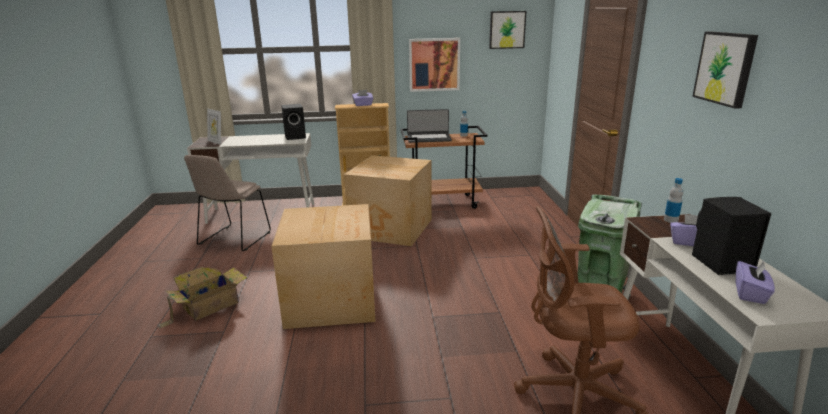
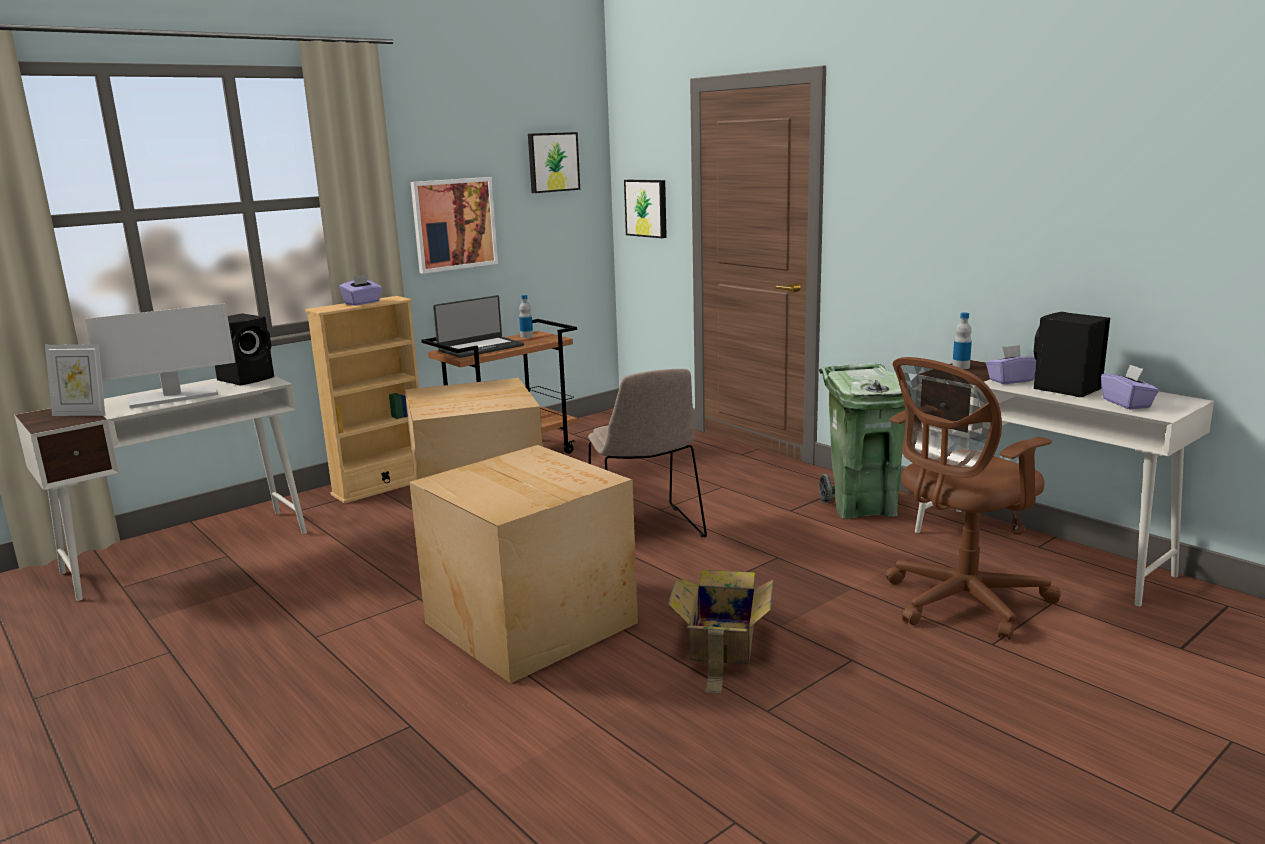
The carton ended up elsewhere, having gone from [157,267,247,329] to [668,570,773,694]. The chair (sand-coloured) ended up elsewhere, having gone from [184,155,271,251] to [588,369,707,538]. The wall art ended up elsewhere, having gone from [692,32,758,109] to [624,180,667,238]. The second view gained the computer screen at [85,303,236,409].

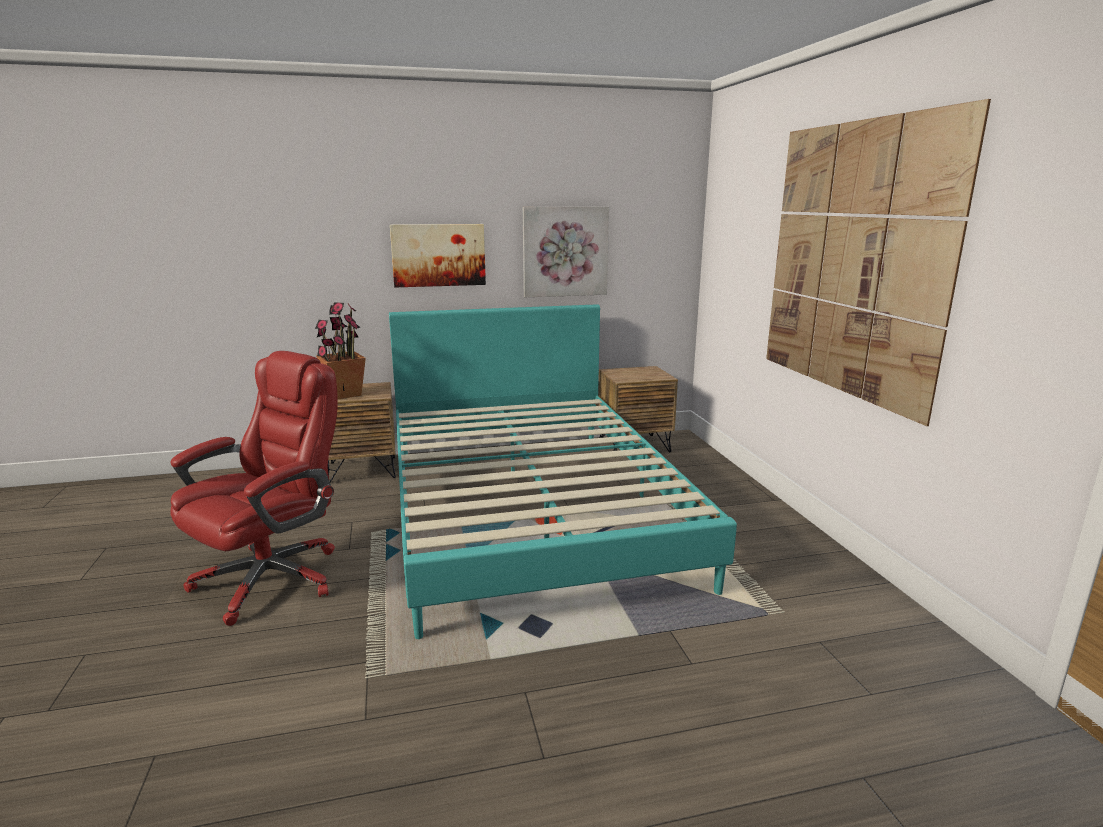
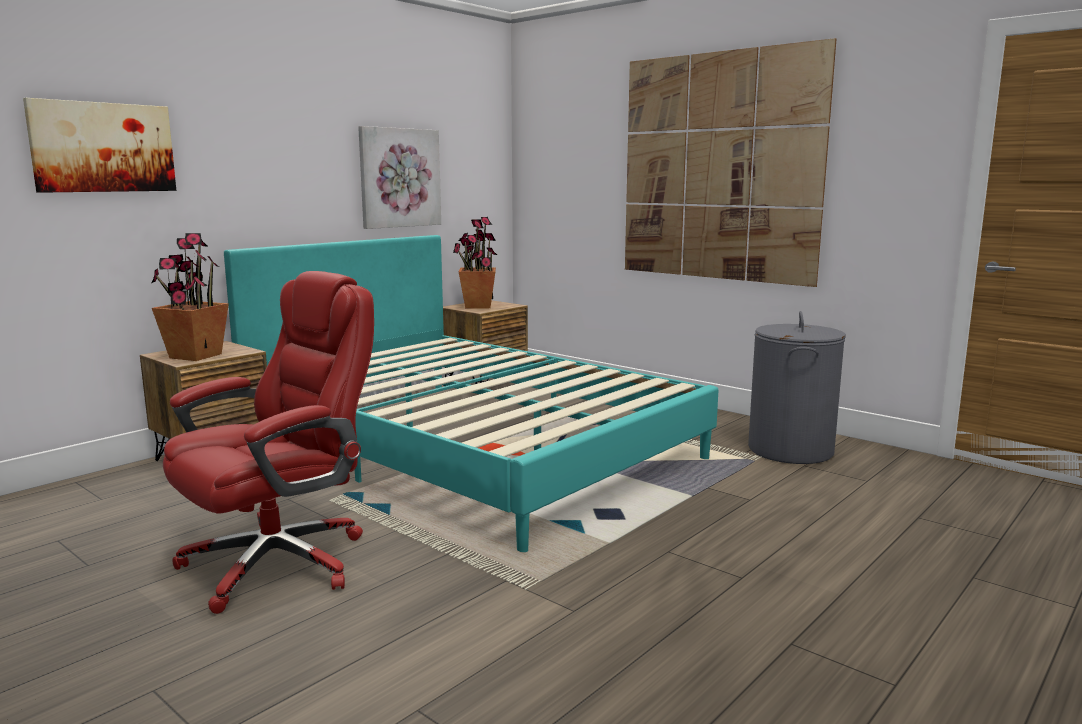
The office chair (reddish) at [170,351,338,626] ended up facing another way, 45 degrees clockwise from before. The wall art ended up elsewhere, having gone from [390,224,486,288] to [23,98,176,193]. The second view gained the potted plant at [453,217,497,309]. The second view gained the washing basket (gray) at [748,311,846,464].

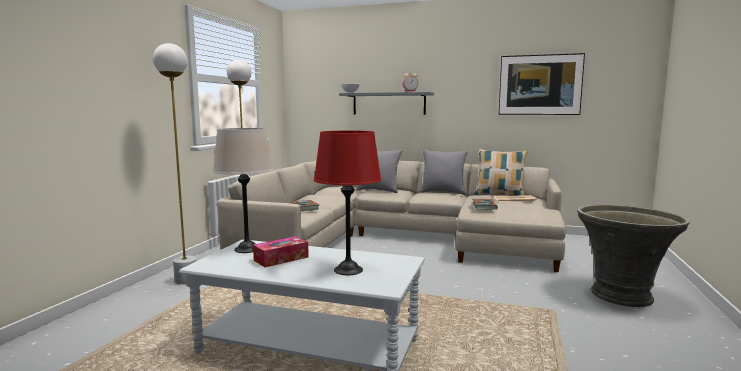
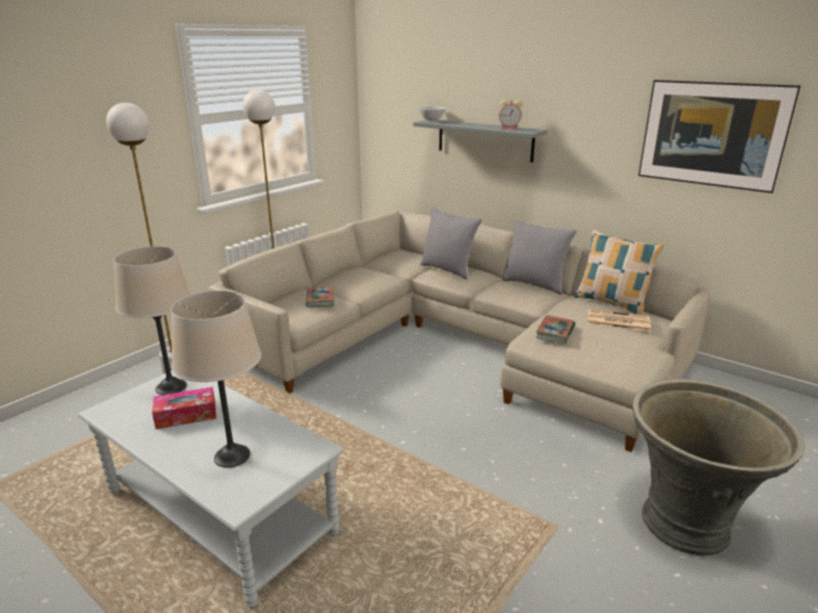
What was the lamp for a table (reddish) at [314,131,381,275] turned into the lamp for a table (sand-coloured) at [171,290,261,468].

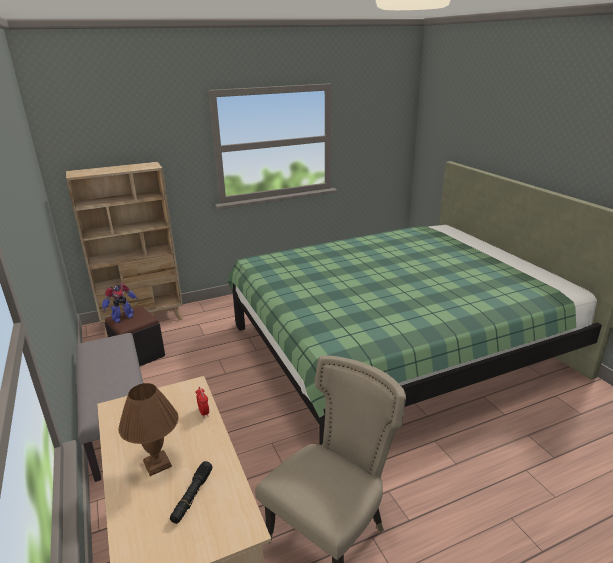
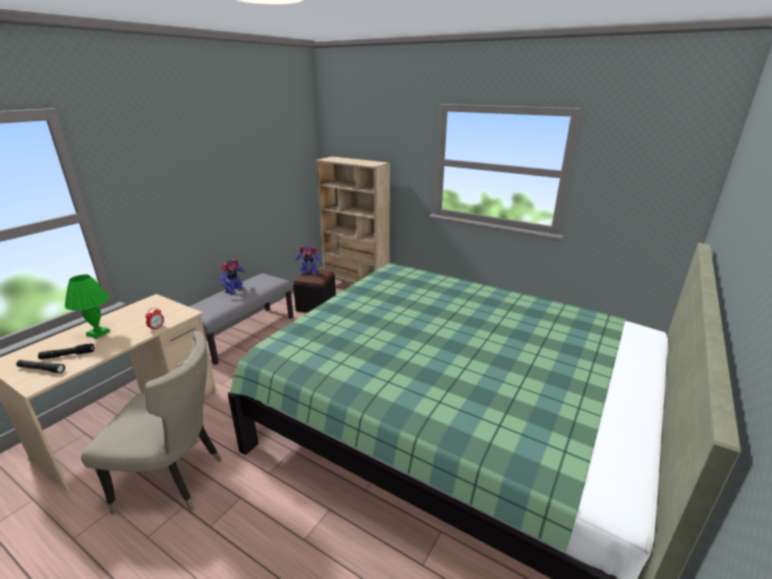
What was the lamp for a table (brown-coloured) at [118,383,179,476] turned into the lamp for a table (greenish) at [65,274,110,339]. The second view gained the flashlight (black-coloured) at [16,360,65,373]. The second view gained the toy robot at [220,259,245,294].

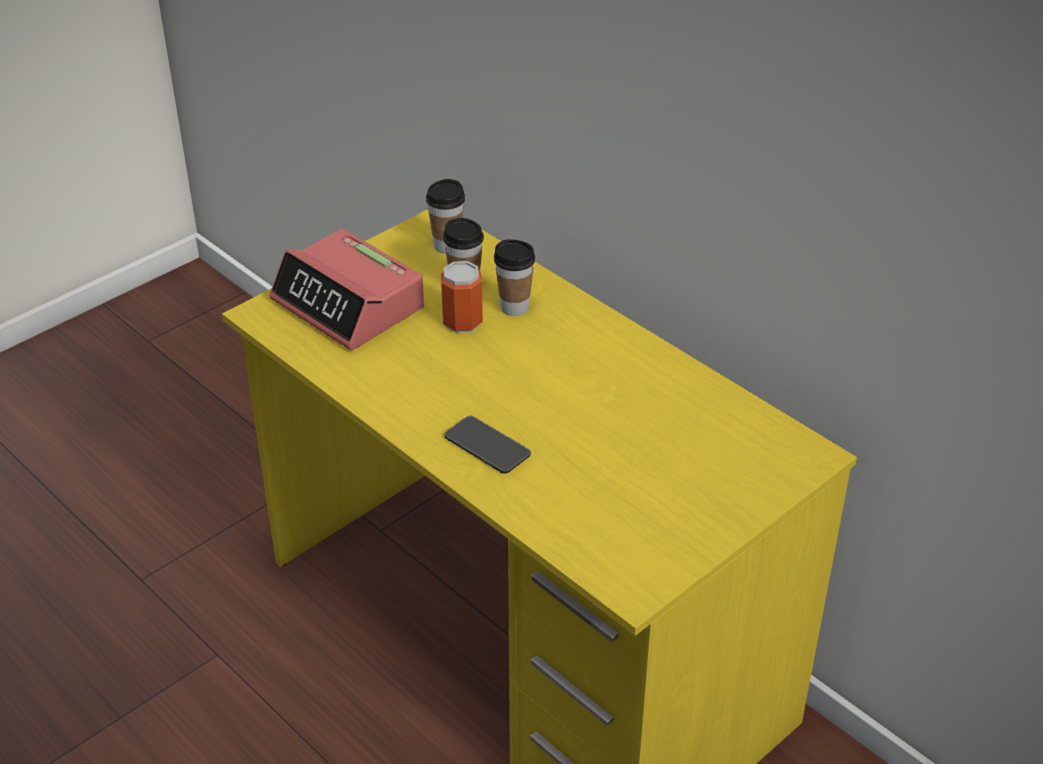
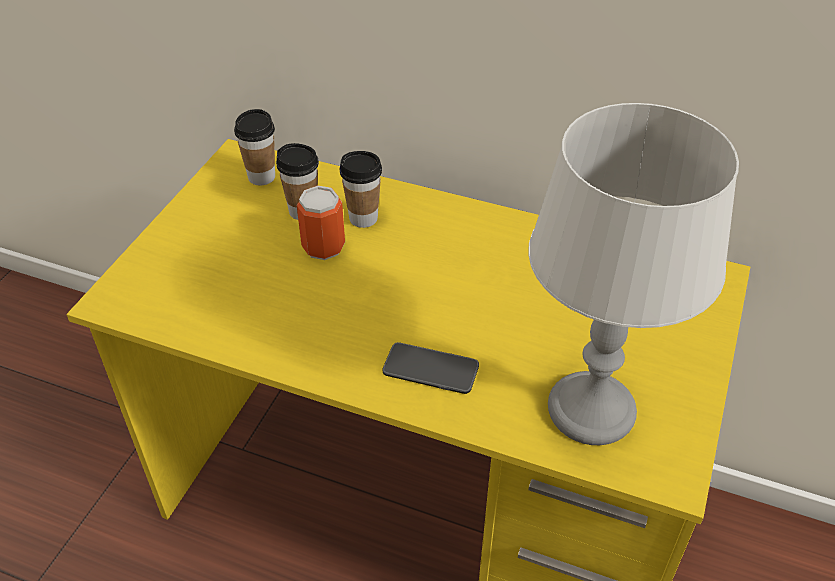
The second view lost the alarm clock at [270,229,424,350]. The second view gained the lamp for a table (gray) at [528,103,739,445].

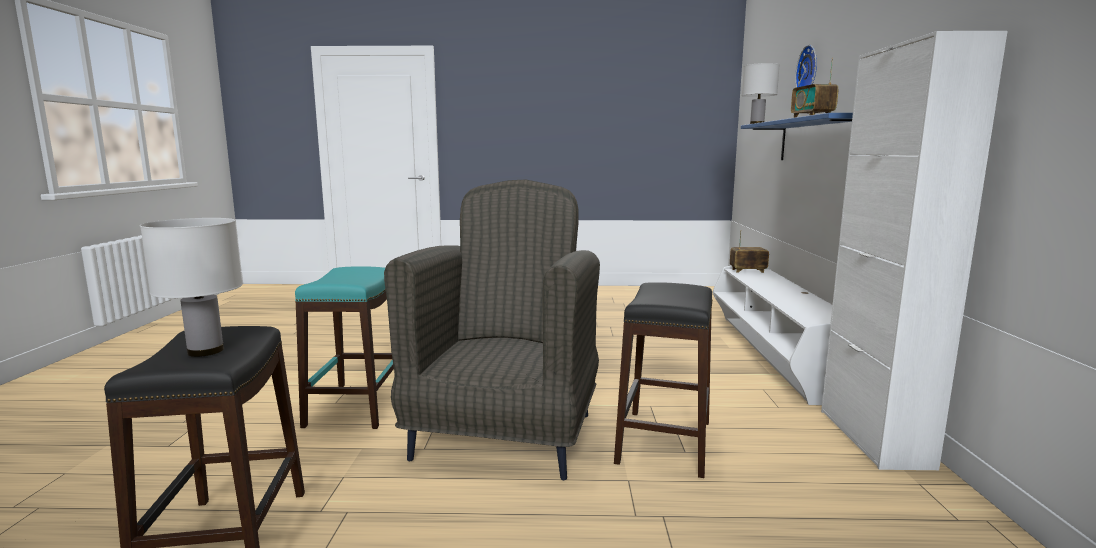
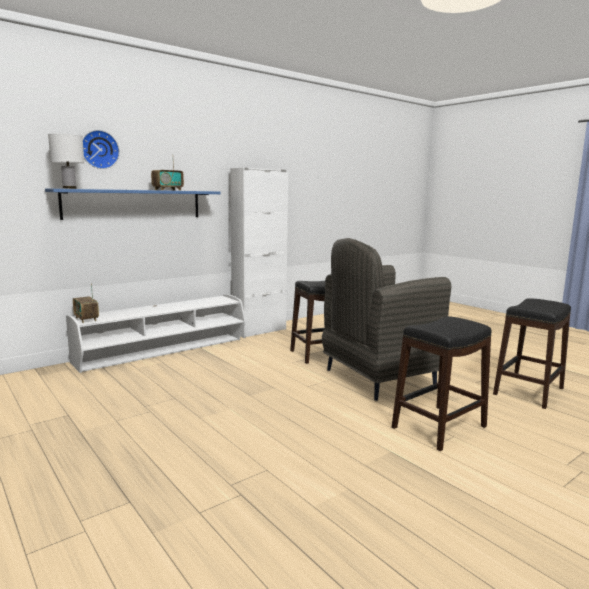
The second view lost the lamp for a table (white-coloured) at [140,218,243,357]. What was the stool (turquoise-coloured) at [295,266,394,429] turned into the stool (black-coloured) at [392,316,492,451].

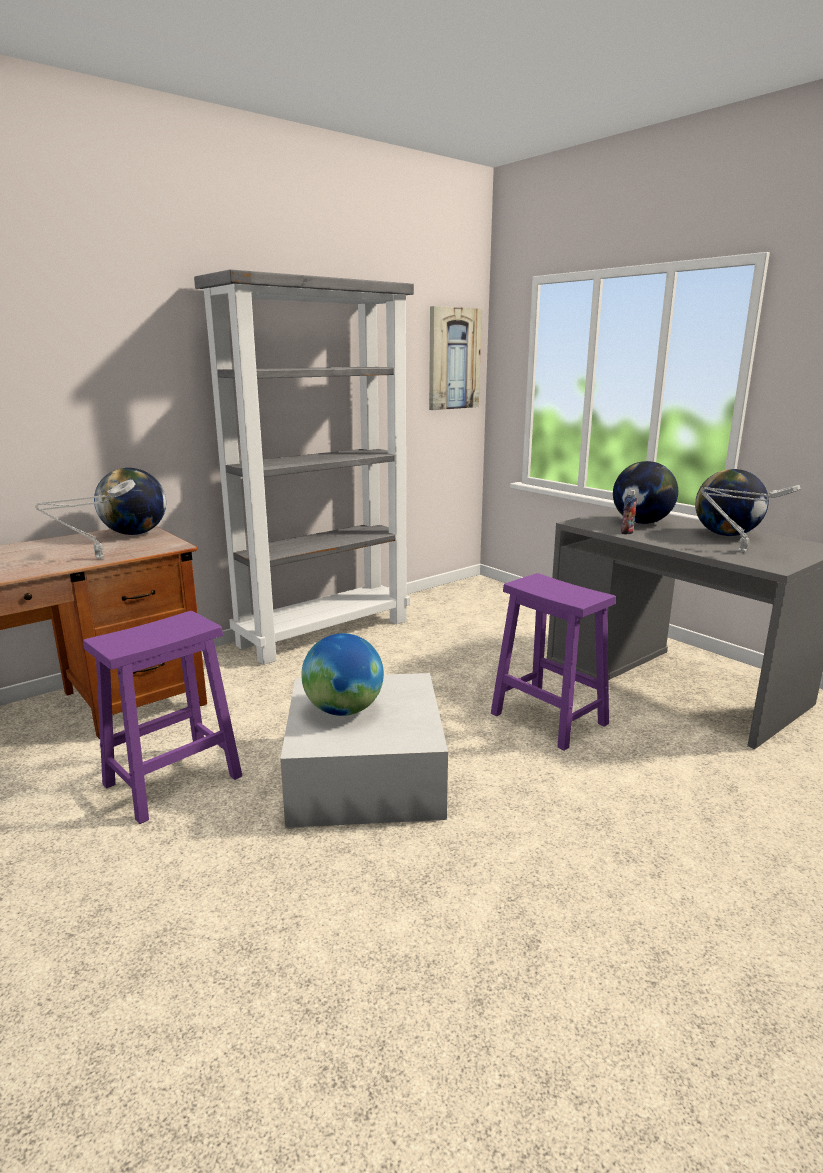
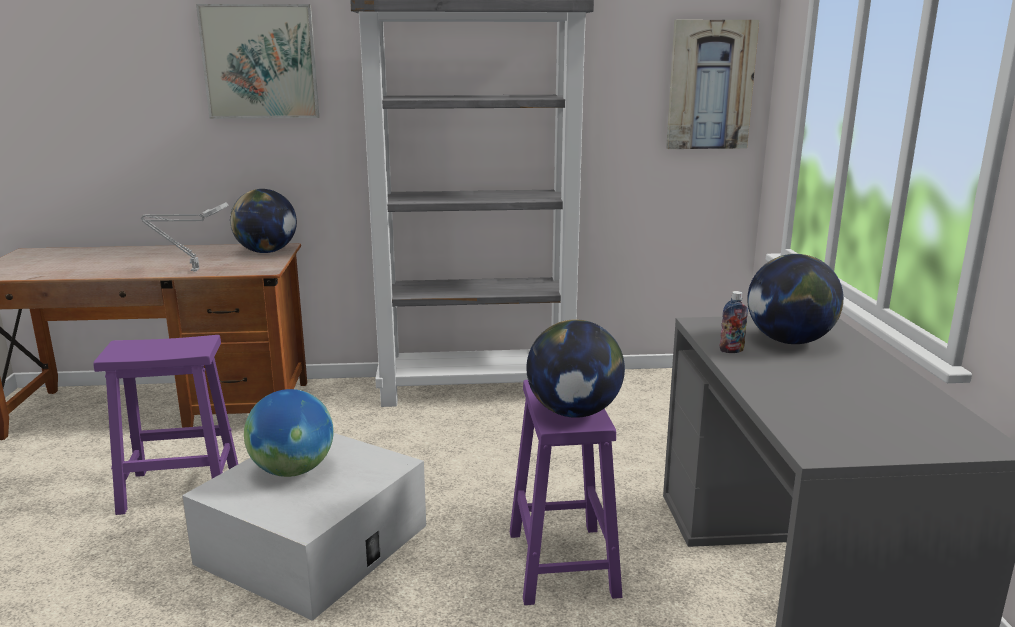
The globe ended up elsewhere, having gone from [695,469,769,536] to [526,319,625,418]. The second view lost the lamp for a table (gray) at [701,485,801,552]. The second view gained the wall art at [196,4,319,119].

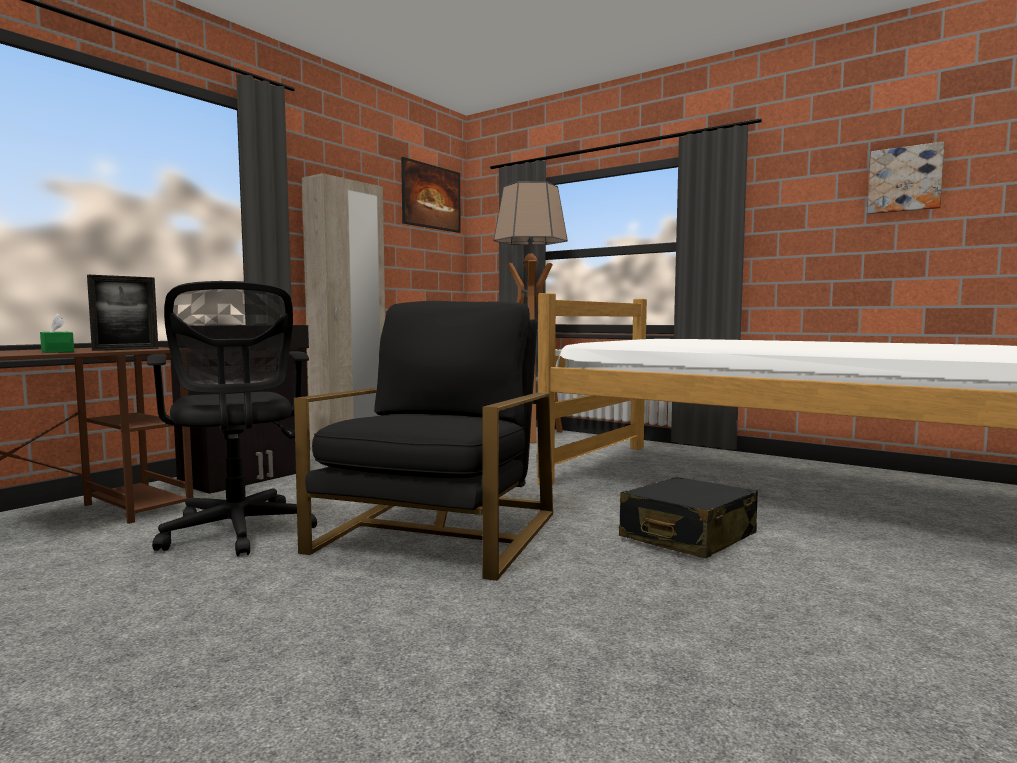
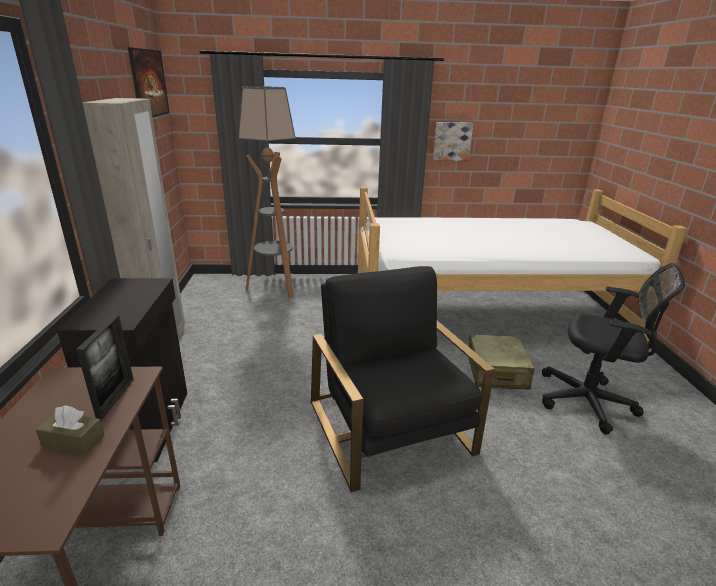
What was the tissue holder (greenish) at [40,313,74,353] turned into the tissue holder (brown-coloured) at [36,405,105,454]. The office chair (black-coloured) ended up elsewhere, having gone from [147,281,317,556] to [542,263,685,434]. What was the piece of luggage (black-coloured) at [619,477,758,558] turned into the piece of luggage (sand-coloured) at [468,334,535,390]. The wall art ended up elsewhere, having gone from [868,141,945,214] to [433,122,474,161].

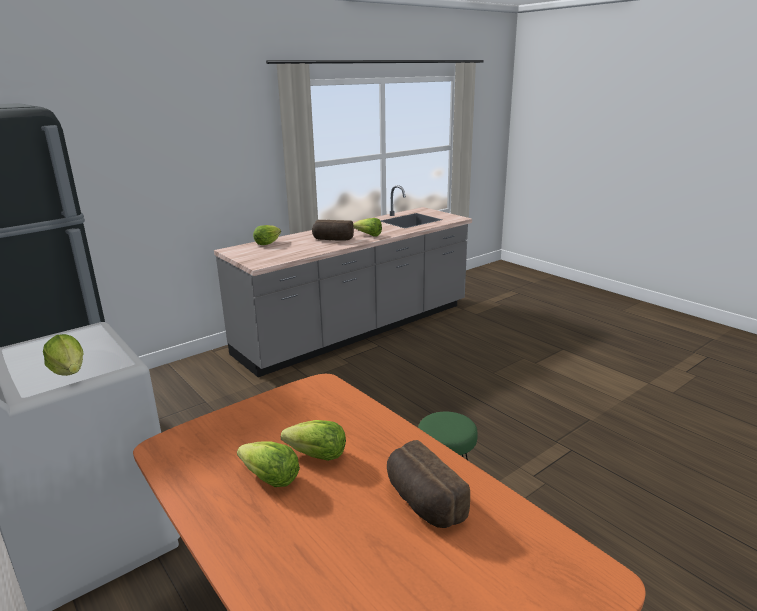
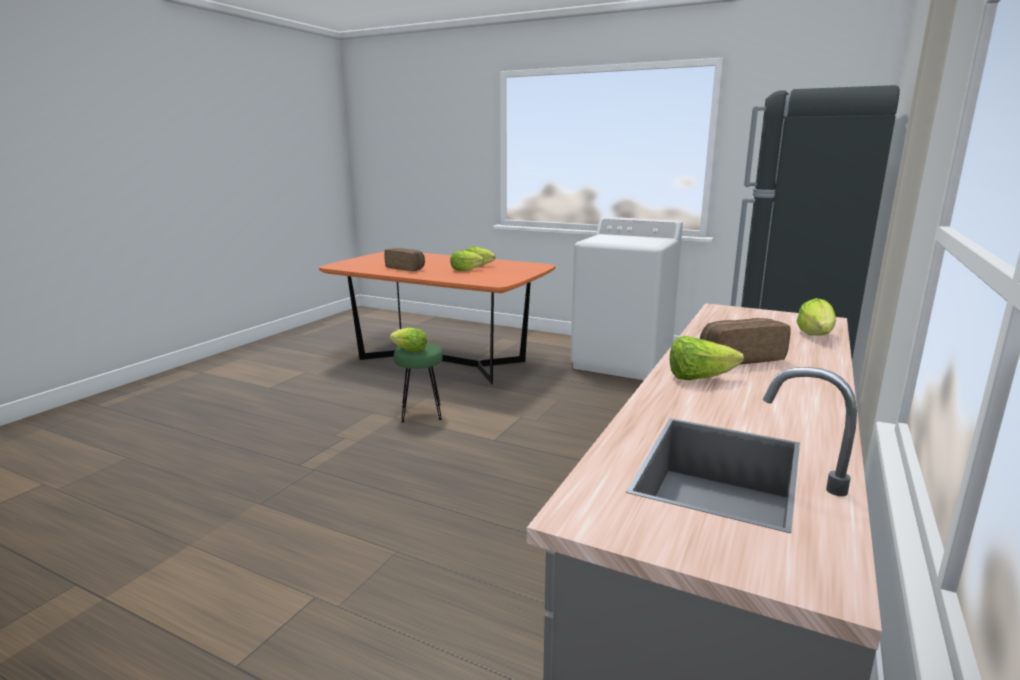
The lettuce ended up elsewhere, having gone from [43,334,84,376] to [390,328,427,352].

